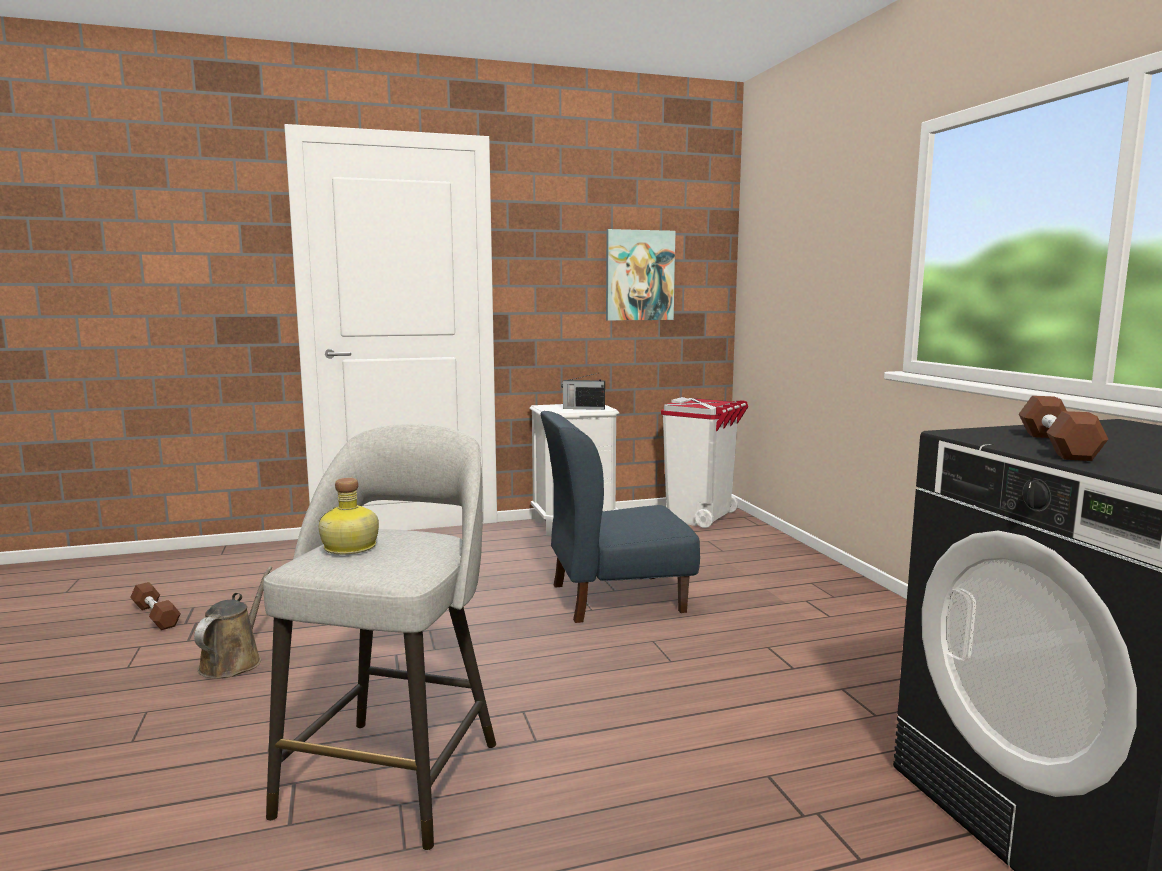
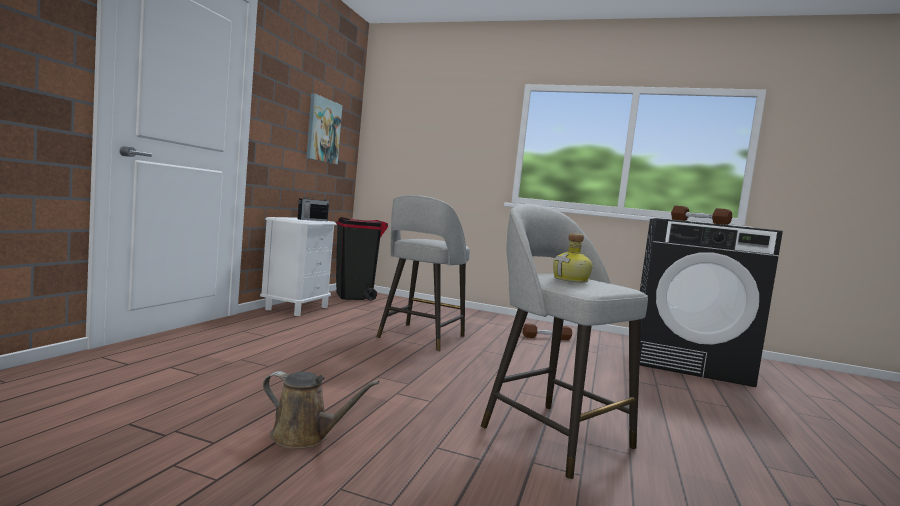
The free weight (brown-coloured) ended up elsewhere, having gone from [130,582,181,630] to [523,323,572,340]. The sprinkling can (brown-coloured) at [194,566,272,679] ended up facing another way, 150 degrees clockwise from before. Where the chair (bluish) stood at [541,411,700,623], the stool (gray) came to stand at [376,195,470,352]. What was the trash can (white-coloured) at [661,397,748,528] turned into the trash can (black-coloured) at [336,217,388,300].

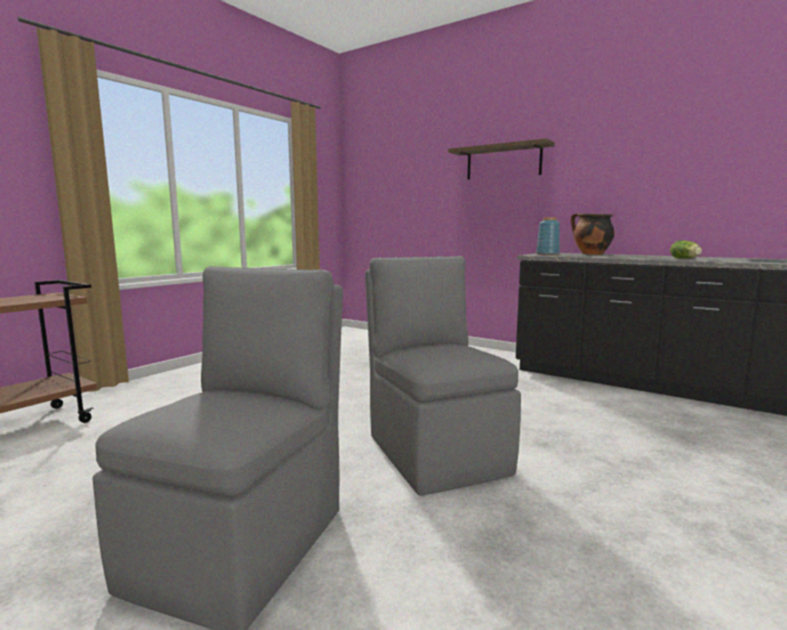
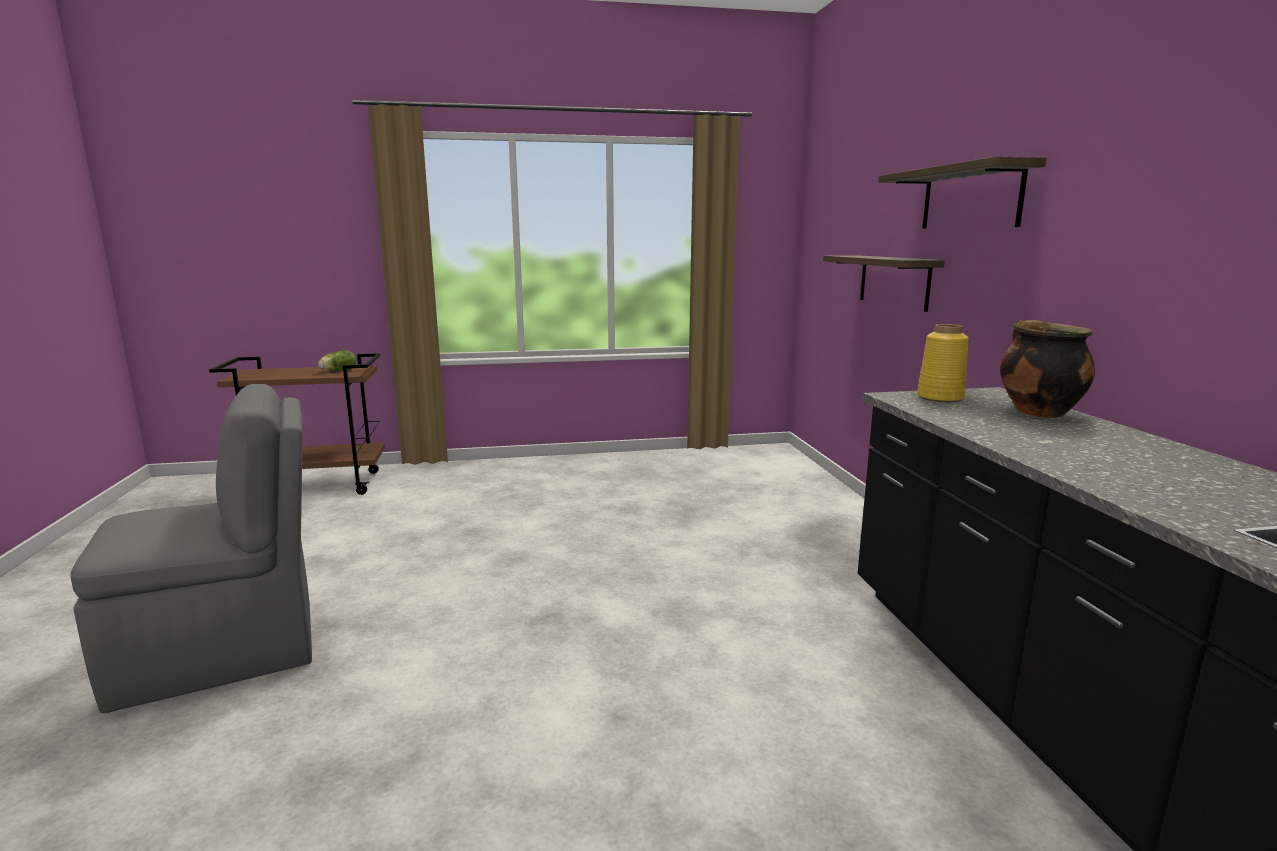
The second view lost the chair (gray) at [365,256,521,496]. What was the decorative vase (bluish) at [536,217,560,255] turned into the decorative vase (yellowish) at [917,324,969,402]. The lettuce ended up elsewhere, having gone from [670,240,702,259] to [318,350,356,371]. The second view gained the bracket shelf at [823,255,945,312].

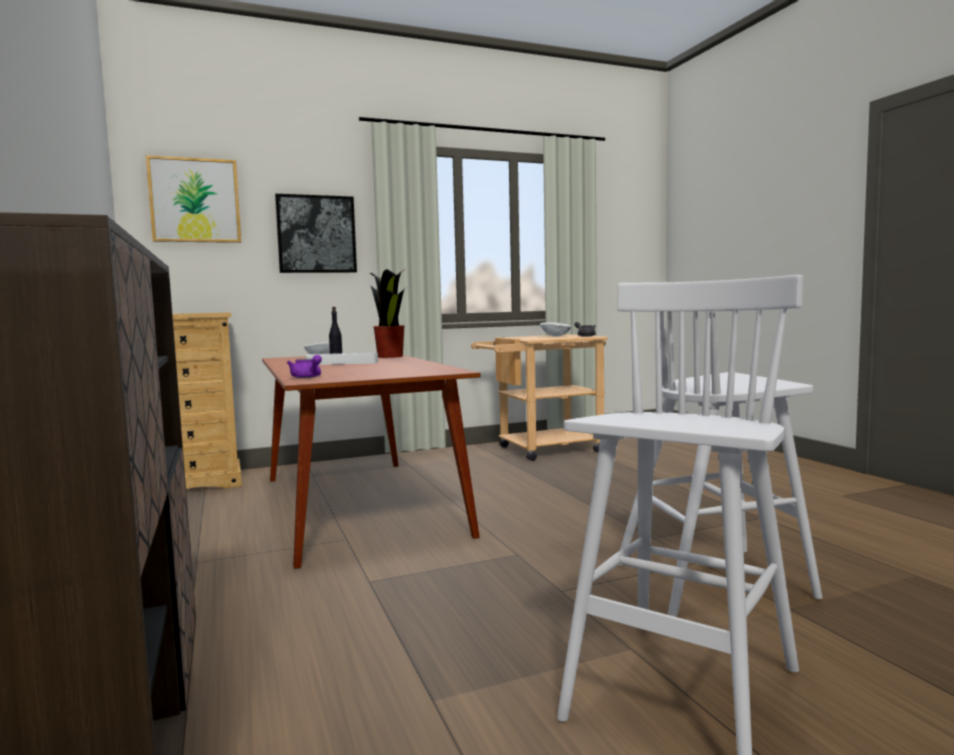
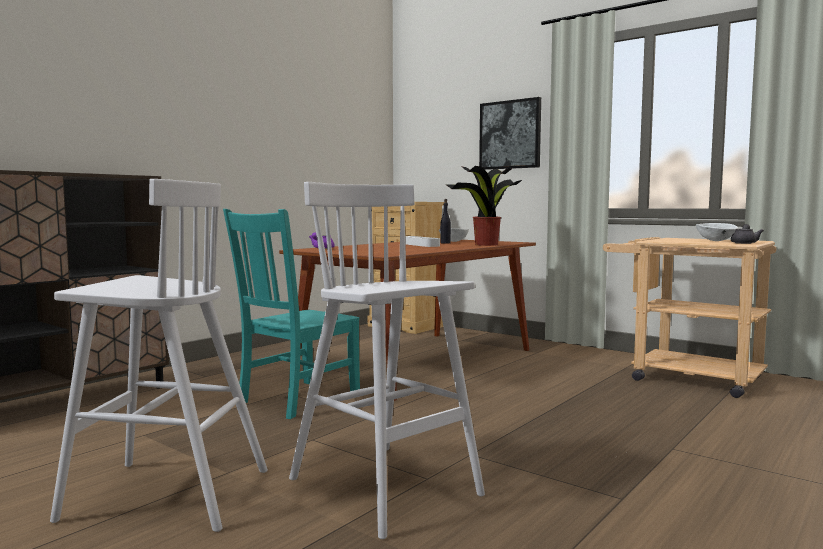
The second view lost the wall art at [146,155,241,243]. The second view gained the chair (turquoise-coloured) at [223,209,360,419].

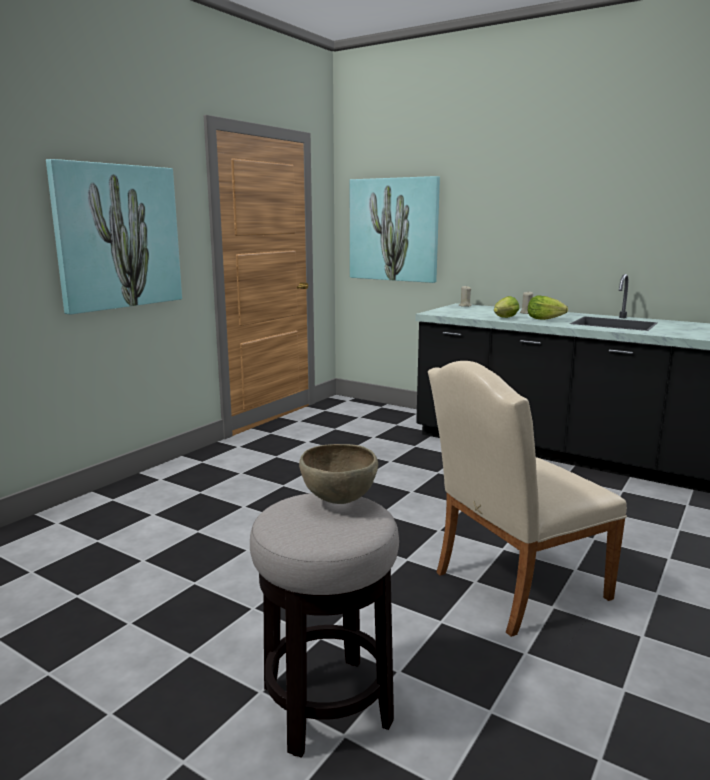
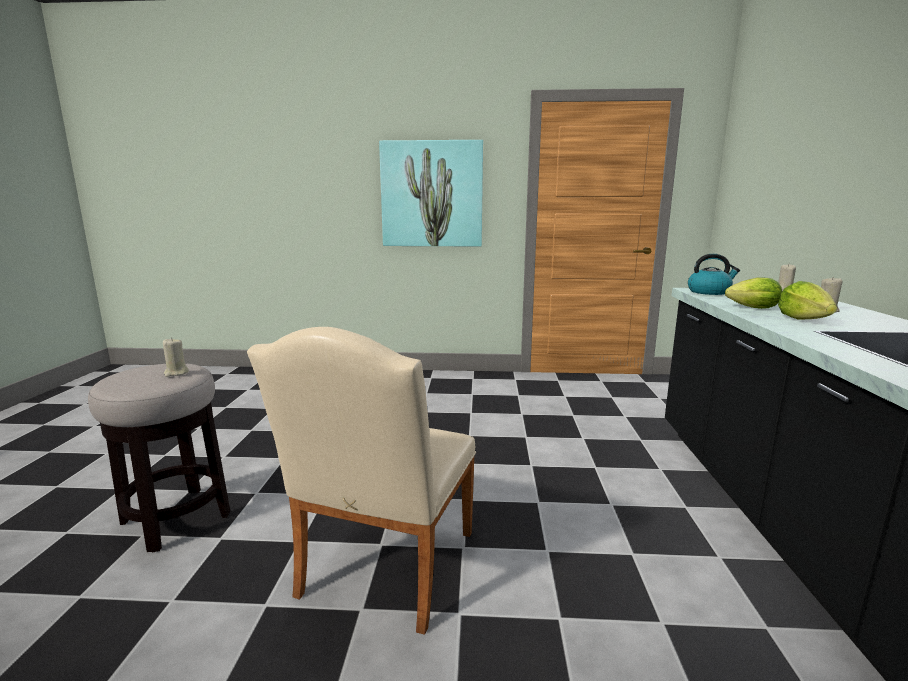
Where the bowl (brown-coloured) stood at [299,444,378,504], the candle (sand-coloured) came to stand at [163,337,189,377]. The second view lost the wall art at [350,176,440,283]. The chair (sand-coloured) at [428,361,627,637] ended up facing another way, 105 degrees counterclockwise from before. The second view gained the tea kettle at [688,254,740,295].

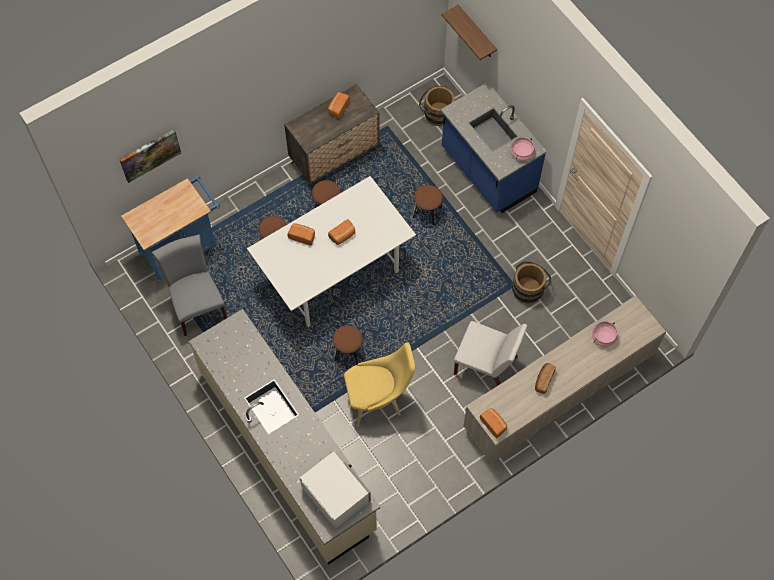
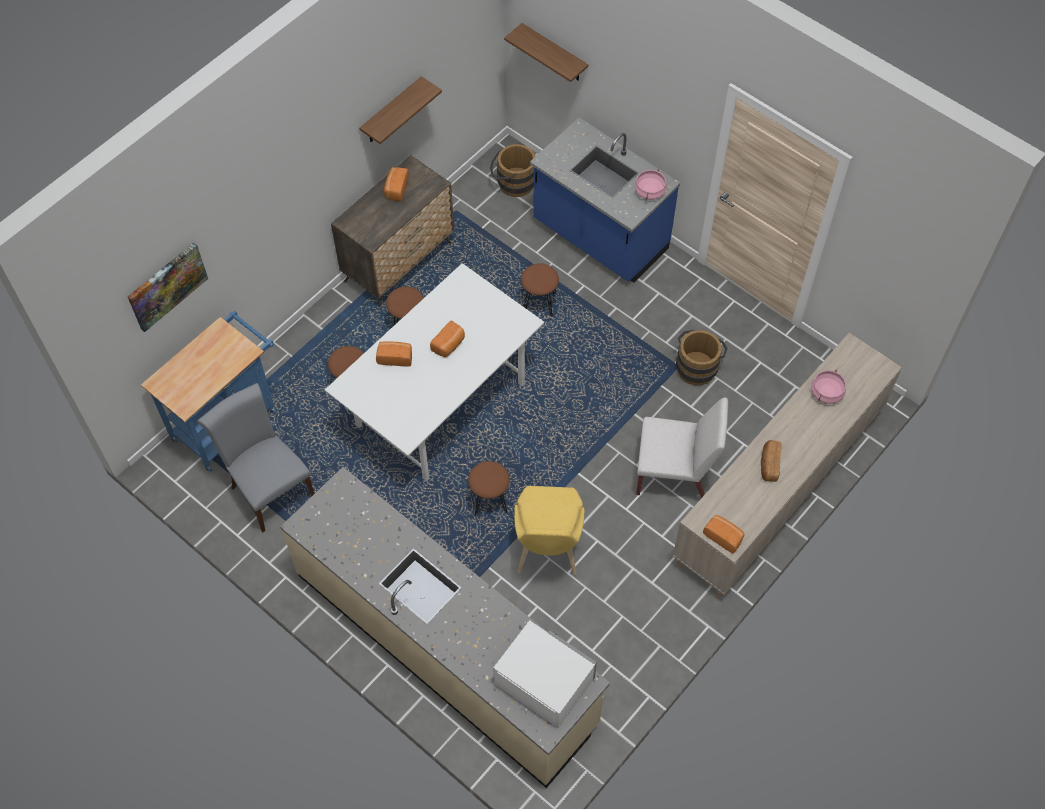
The chair (yellowish) at [344,342,415,427] ended up facing another way, 120 degrees clockwise from before. The second view gained the bracket shelf at [359,76,442,144].

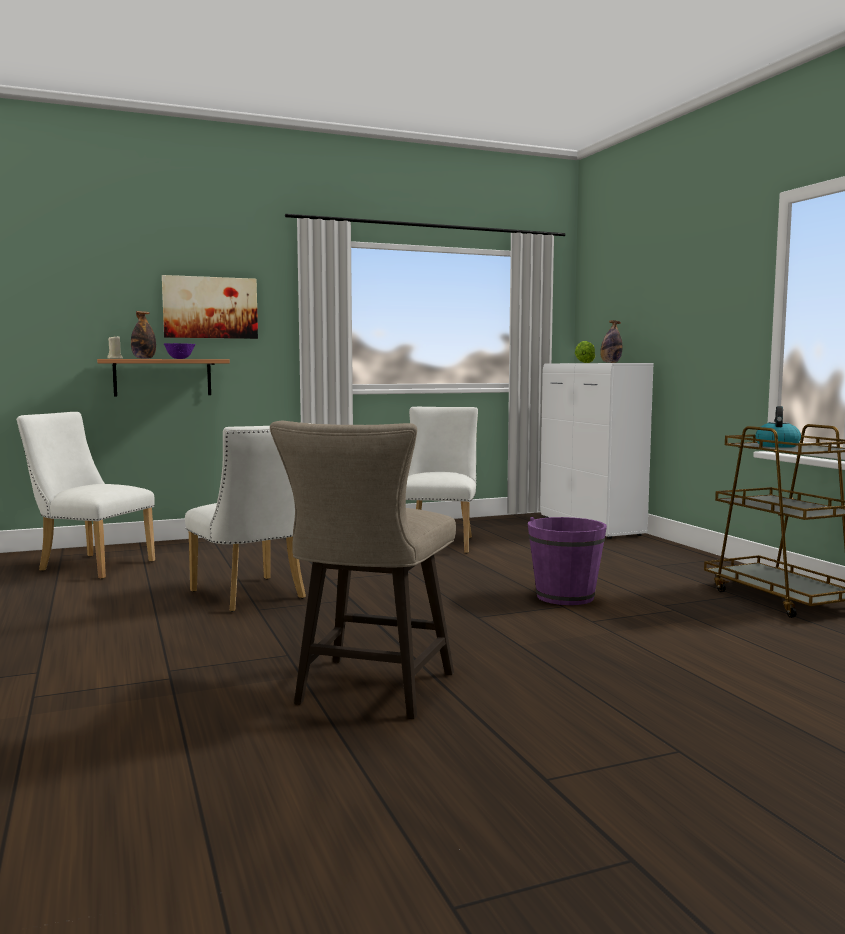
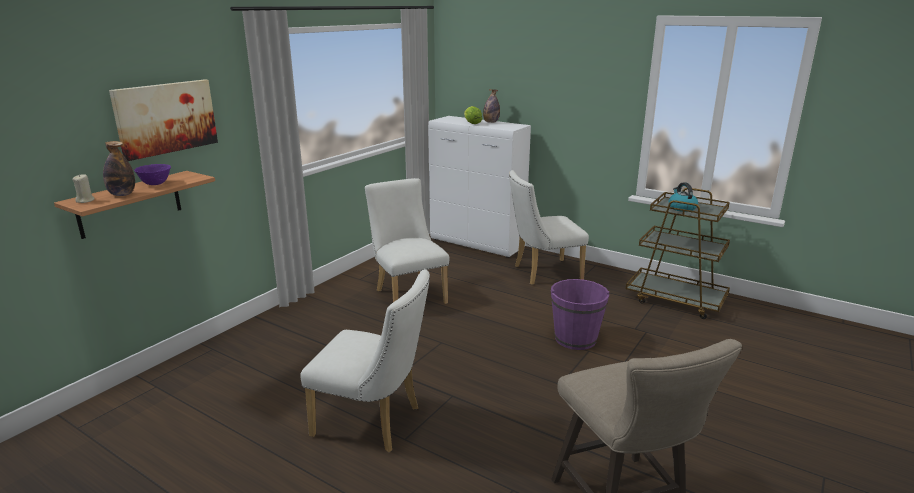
The chair (white-coloured) ended up elsewhere, having gone from [17,412,155,579] to [509,170,589,285].

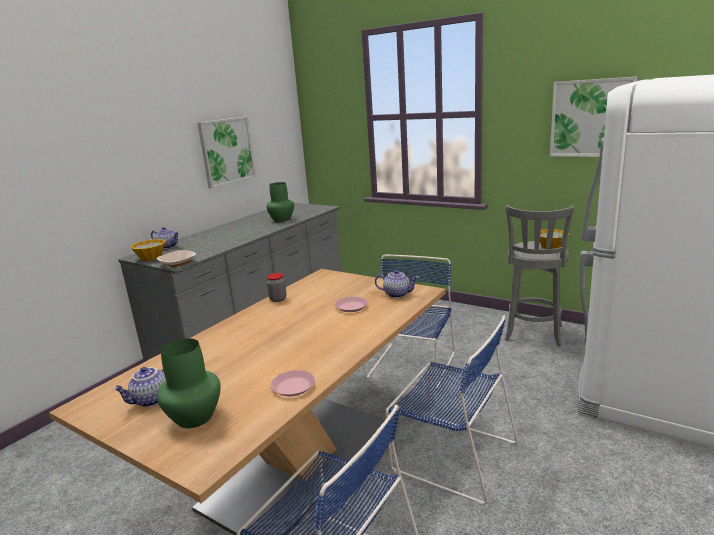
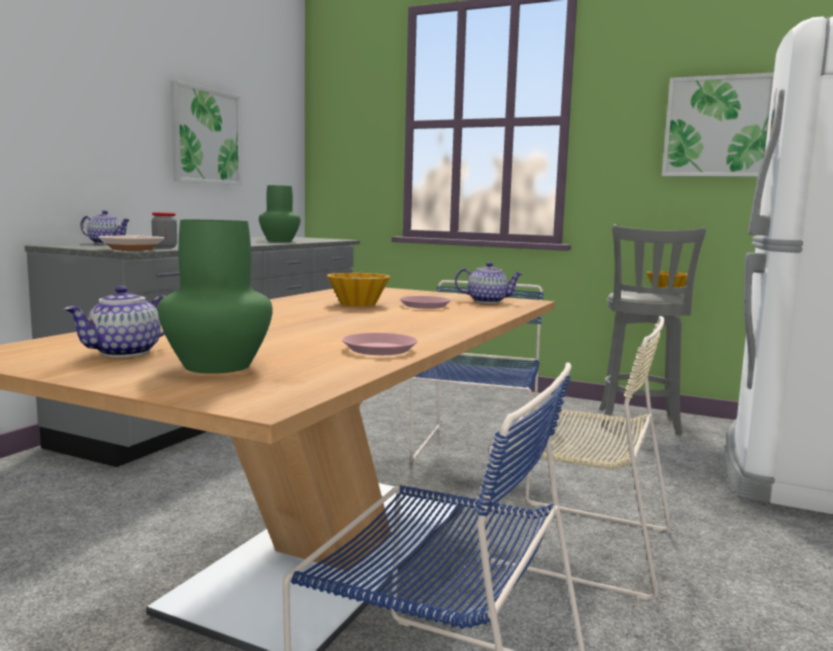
The bowl ended up elsewhere, having gone from [130,239,166,261] to [327,273,391,306]. The preserve jar ended up elsewhere, having gone from [267,273,287,302] to [151,212,177,248]. What was the chair (bluish) at [386,315,518,505] turned into the chair (sand-coloured) at [486,316,671,601].

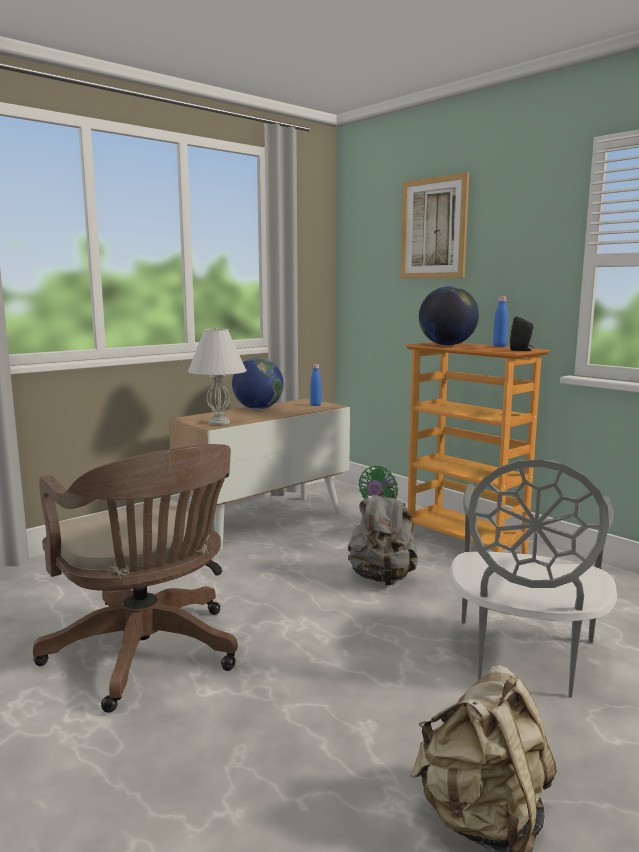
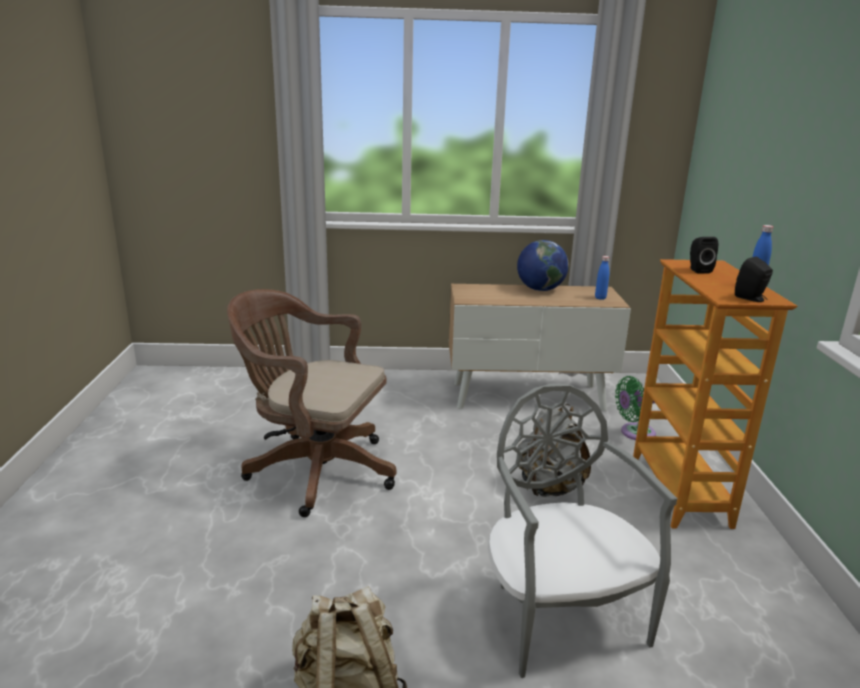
The office chair (brown-coloured) at [33,444,238,713] ended up facing another way, 105 degrees clockwise from before. The second view lost the lamp for a table (white-coloured) at [188,327,247,425]. The second view lost the wall art at [401,172,469,279]. Where the globe stood at [419,286,479,346], the speaker (black-coloured) came to stand at [690,237,718,274]. The chair (gray) at [449,460,617,698] ended up facing another way, 105 degrees clockwise from before.

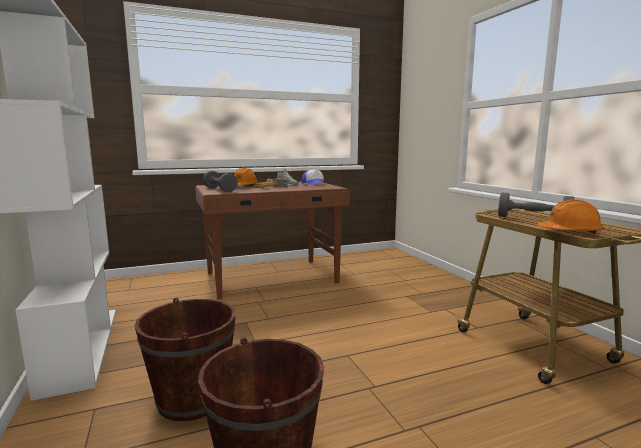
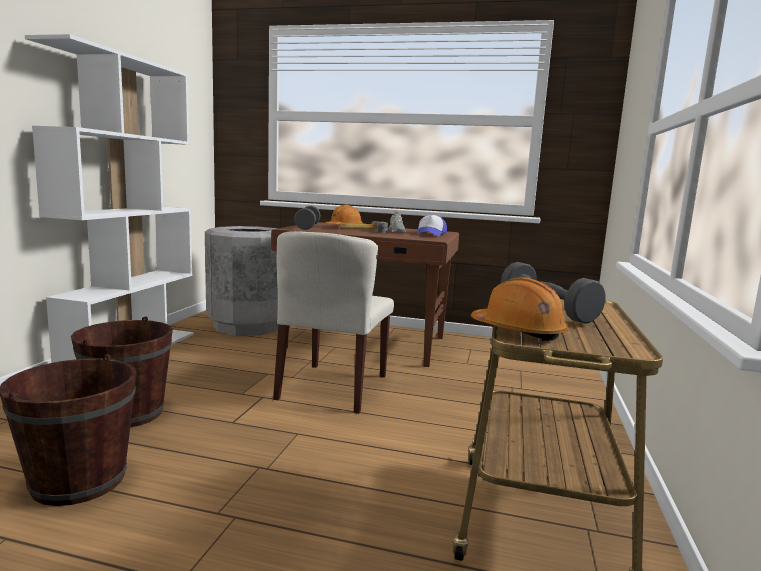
The second view gained the trash can (gray) at [205,226,278,336]. The second view gained the chair (sand-coloured) at [273,231,394,414].

